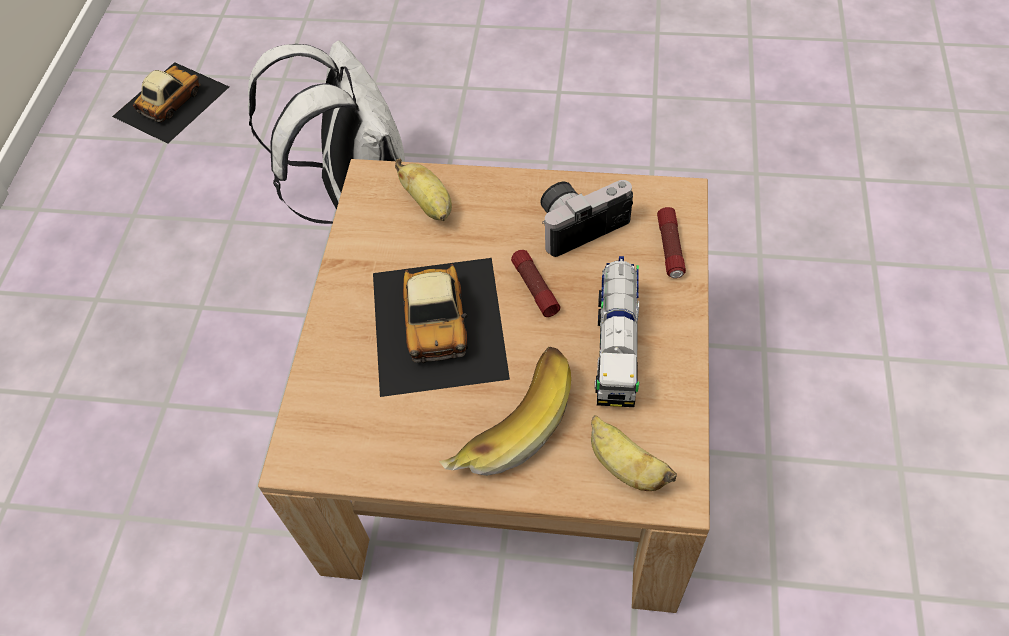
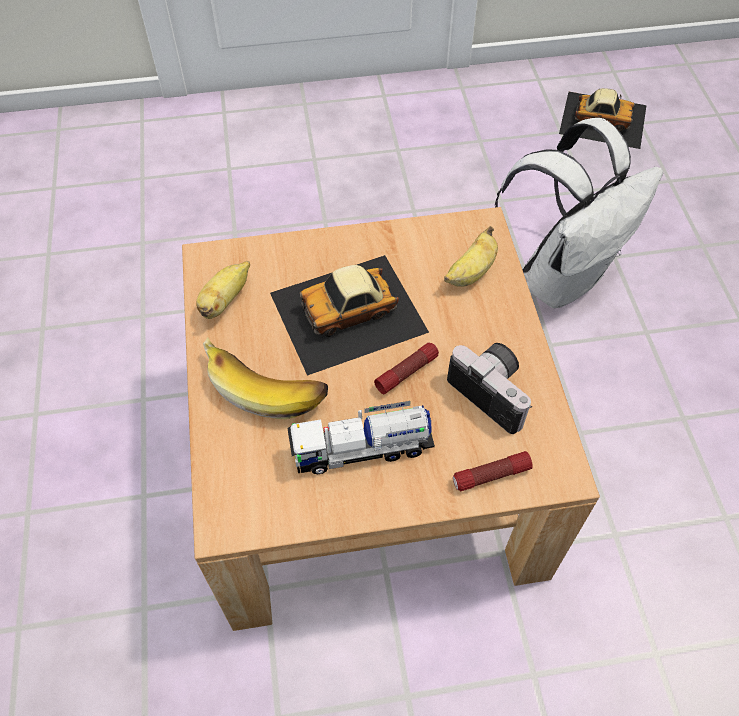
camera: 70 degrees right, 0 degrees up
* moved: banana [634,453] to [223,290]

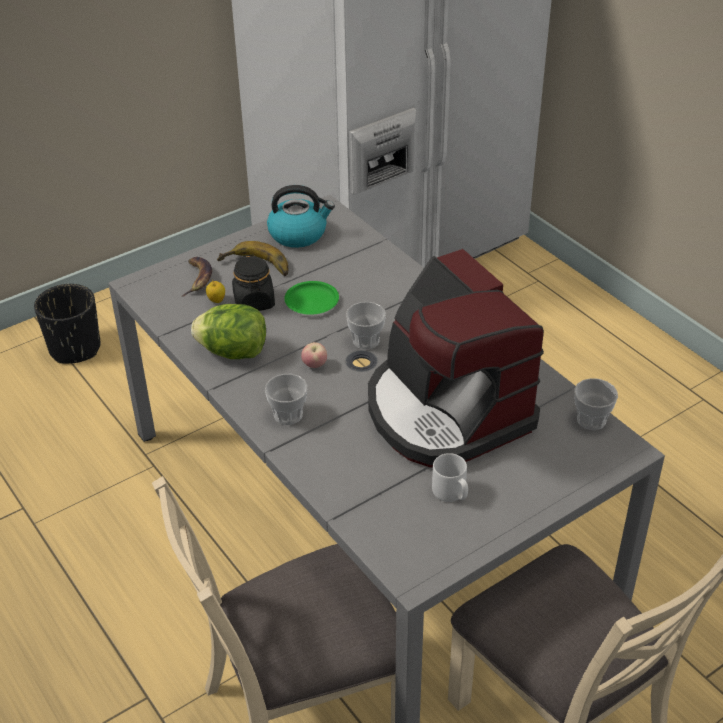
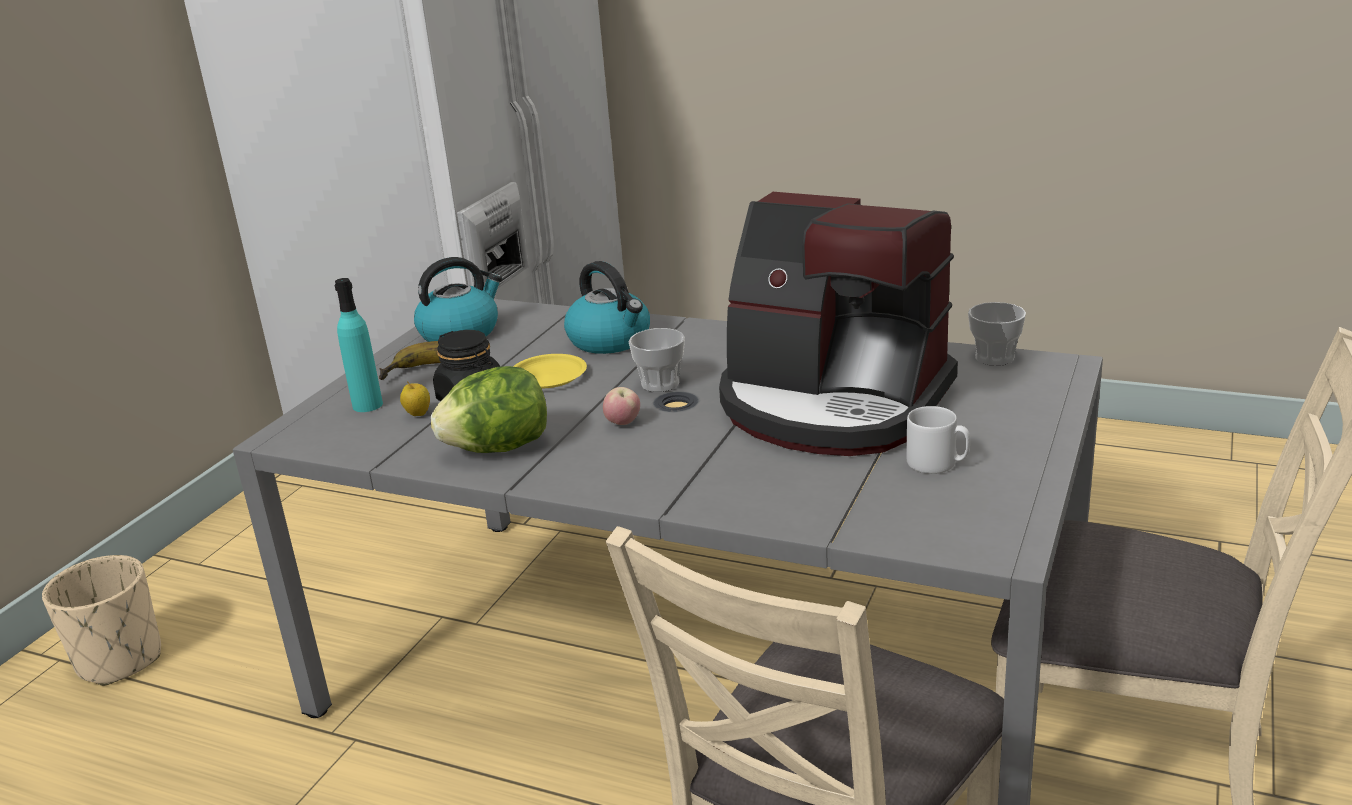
camera: 30 degrees left, 15 degrees down
* removed: drinking cup [286,399]
* added: water kettle [607,307]
* replaced: banana [197,277] to turquoise-coloured drink bottle [359,345]
* recoloured: black plant pot [67,324] to sand-coloured plant pot [101,620]
* recoloured: greenish flat dish [311,298] to yellowish flat dish [550,371]

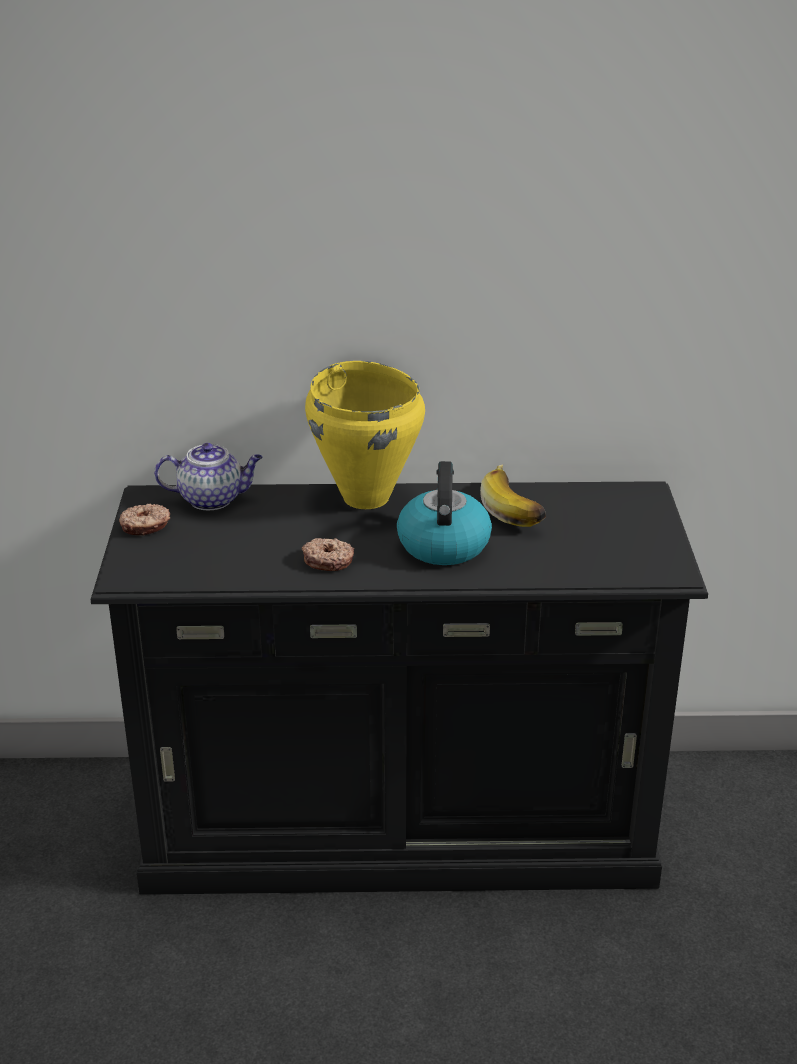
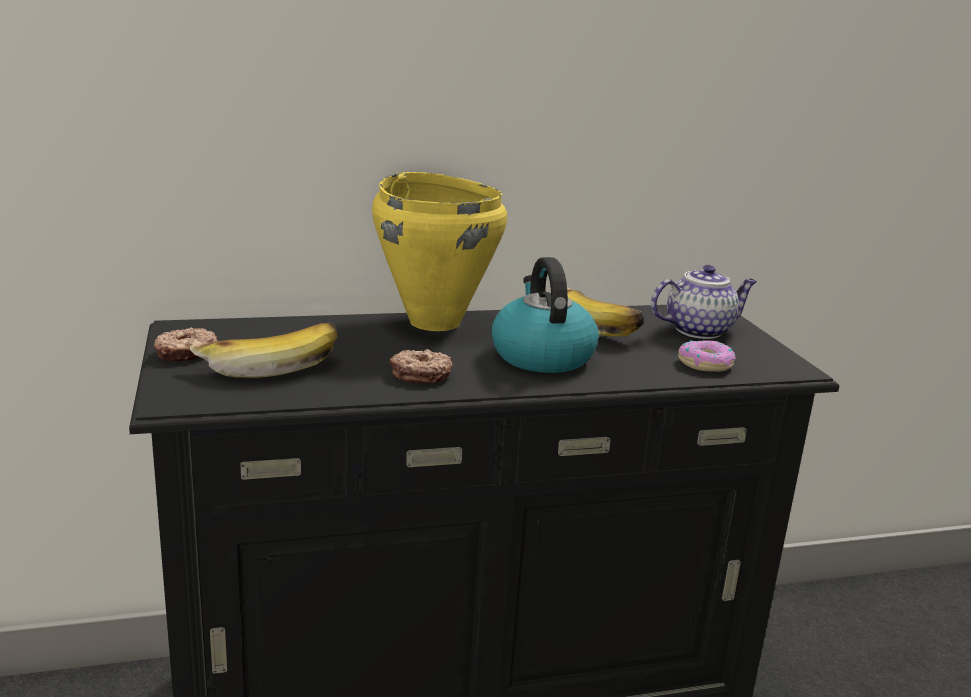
camera: 15 degrees left, 10 degrees down
* added: banana [264,350]
* added: ring doughnut [707,356]
* moved: teapot [208,476] to [704,302]

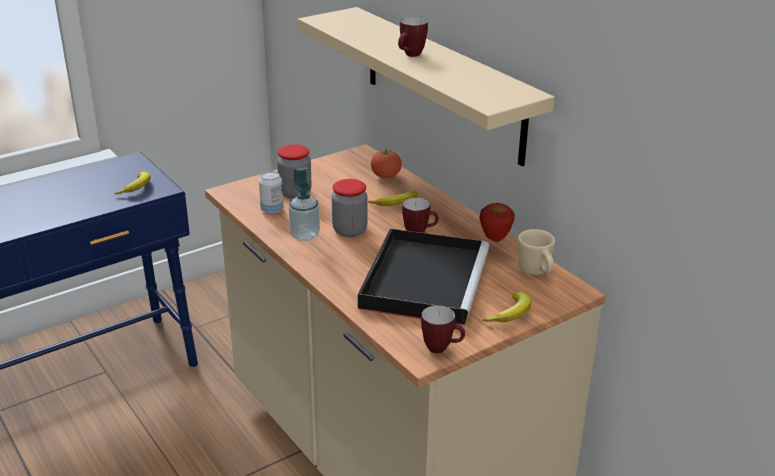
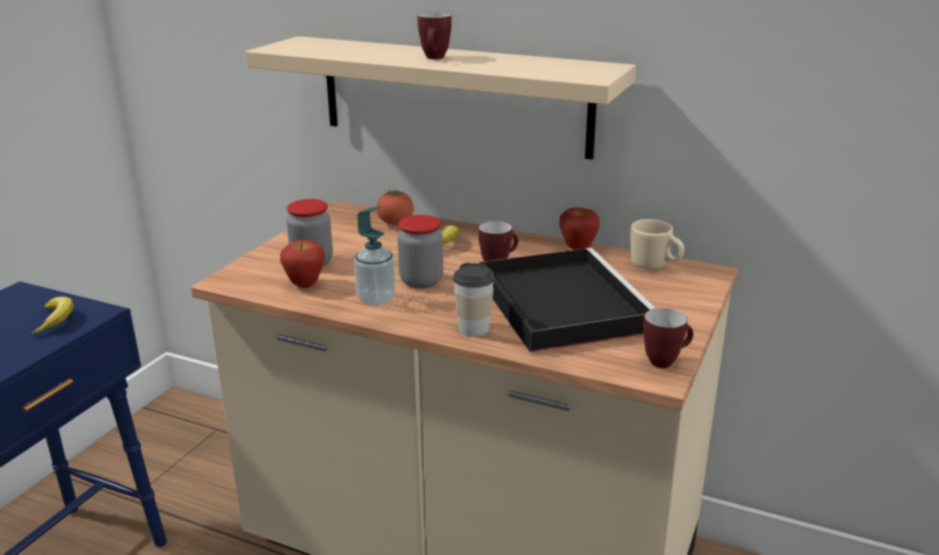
camera: 30 degrees left, 5 degrees down
* removed: banana [507,307]
* added: drinking cup [474,299]
* replaced: metal can [271,192] to apple fruit [302,264]

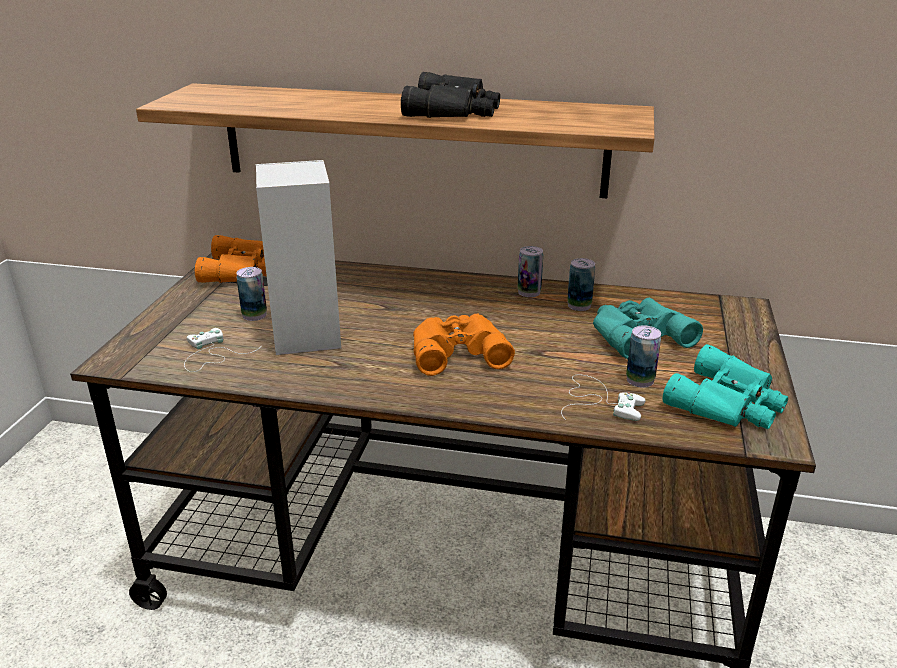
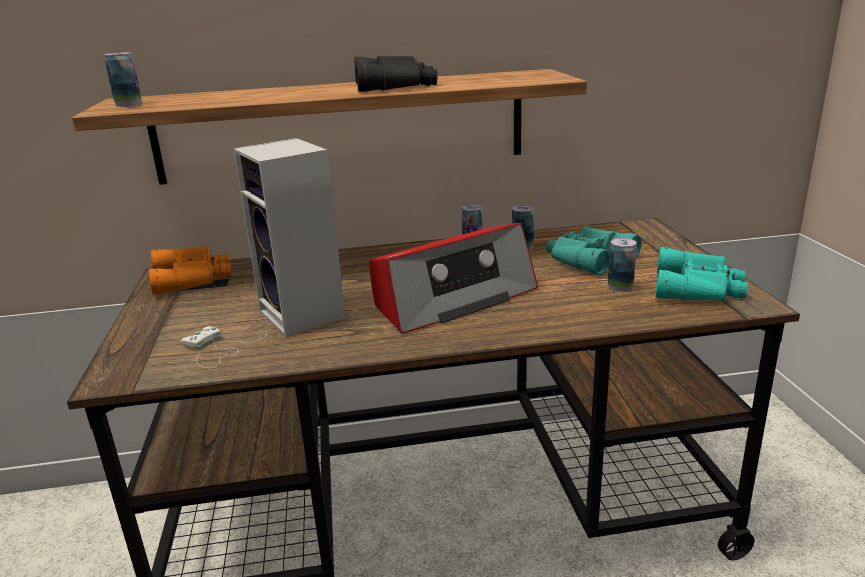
camera: 20 degrees left, 5 degrees down
* removed: white-coloured gamepad [603,398]
* moved: metal can [251,294] to [123,79]
* replaced: orangey field glasses [464,345] to radio set [453,278]

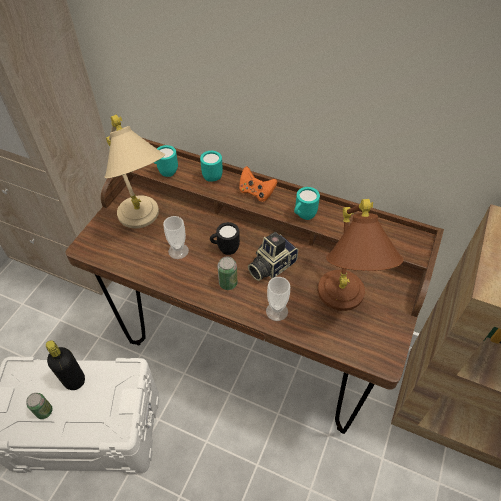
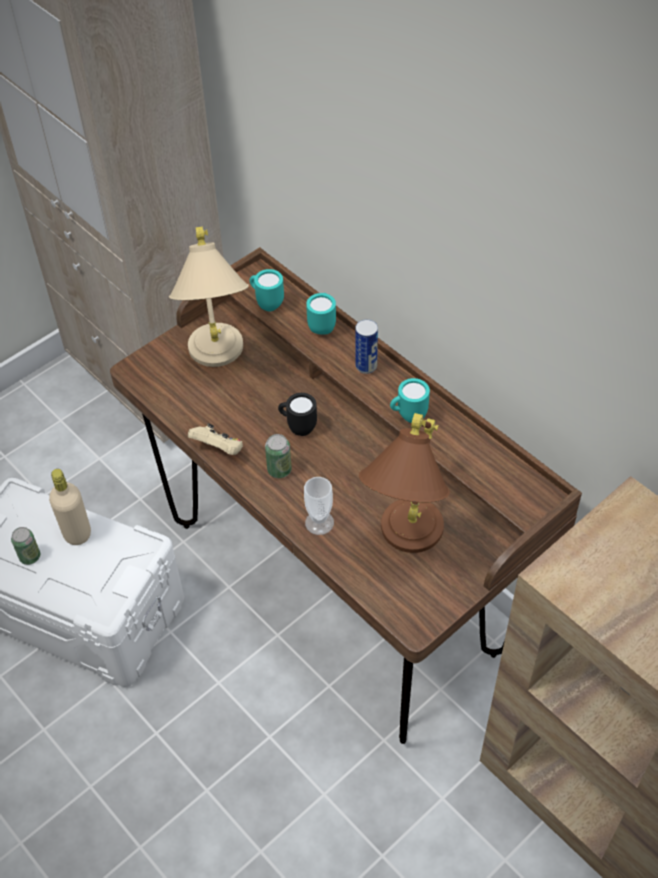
camera: 25 degrees right, 0 degrees up
* removed: drinking cup [176,237]
* removed: still camera [273,256]
* added: sand-coloured gamepad [215,439]
* replaced: orangey gamepad [258,184] to metal can [366,346]
* recoloured: black drink bottle [65,365] to sand-coloured drink bottle [70,507]

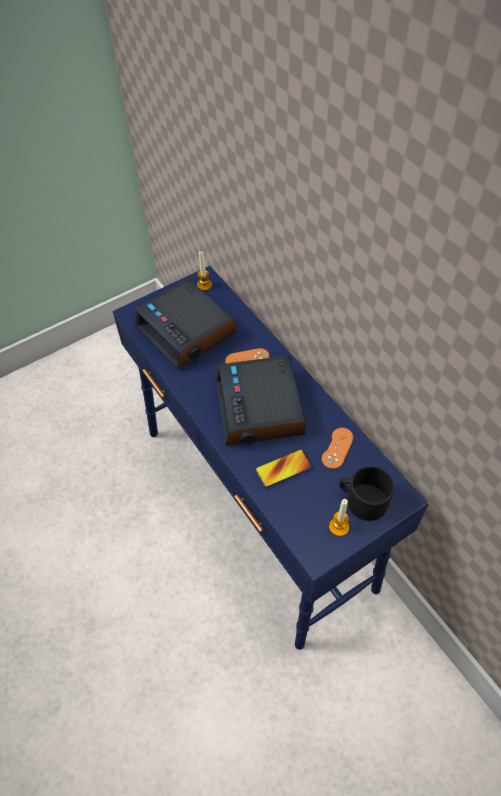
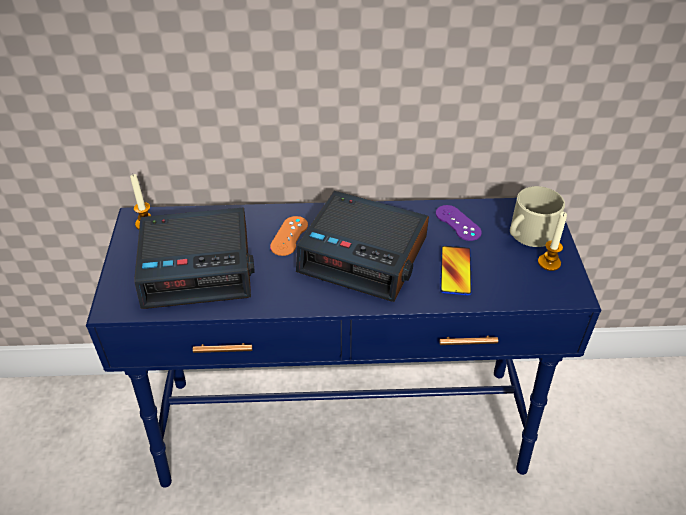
camera: 60 degrees left, 10 degrees down
* recoloured: orangey gamepad [338,448] to purplish gamepad [459,223]
* recoloured: black mug [366,493] to sand-coloured mug [537,216]

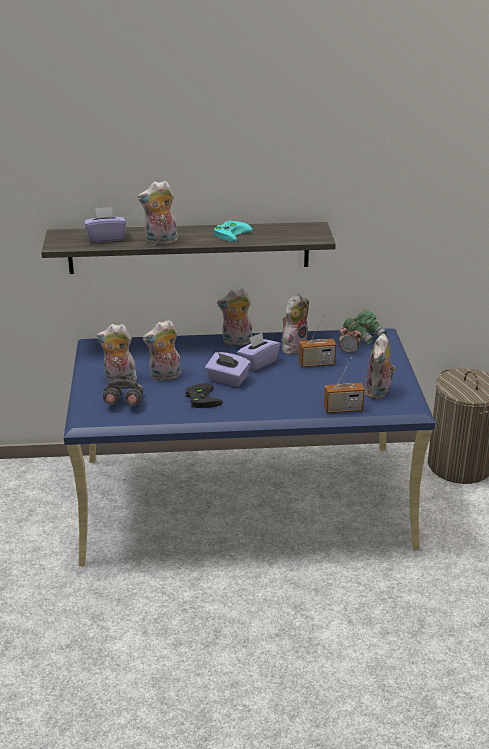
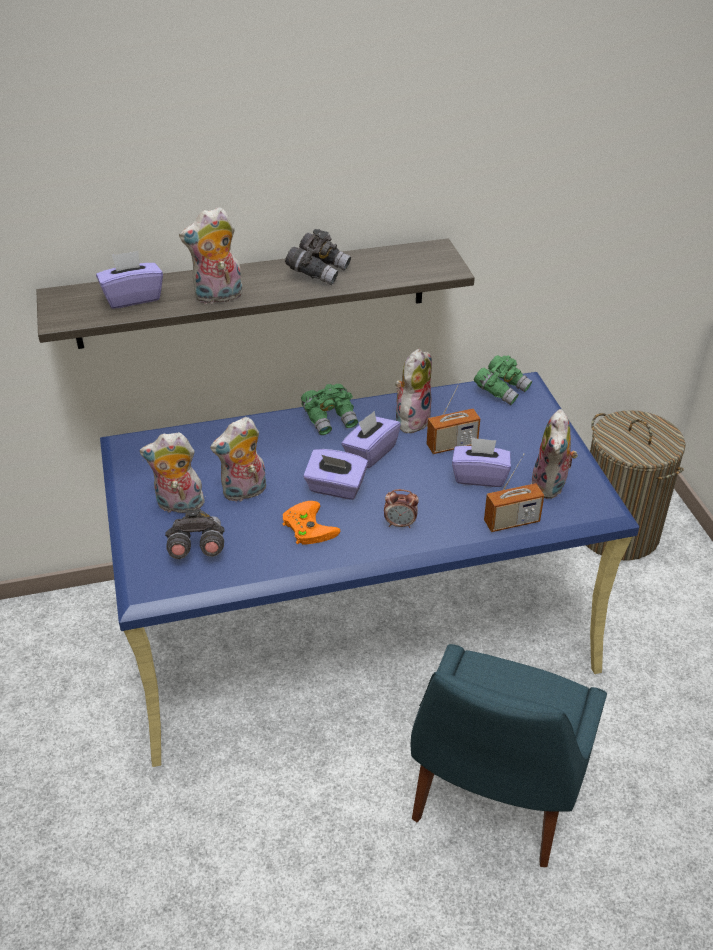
camera: 10 degrees left, 10 degrees up
* added: blue-coloured upright chair [509,755]
* added: purplish tissue holder [481,462]
* moved: bedside clock [349,340] to [401,508]
* replaced: turquoise-coloured gamepad [233,231] to grey field glasses [318,257]
* replaced: plush toy [235,316] to greenish field glasses [329,409]
* recoloured: black gamepad [204,395] to orangey gamepad [311,523]

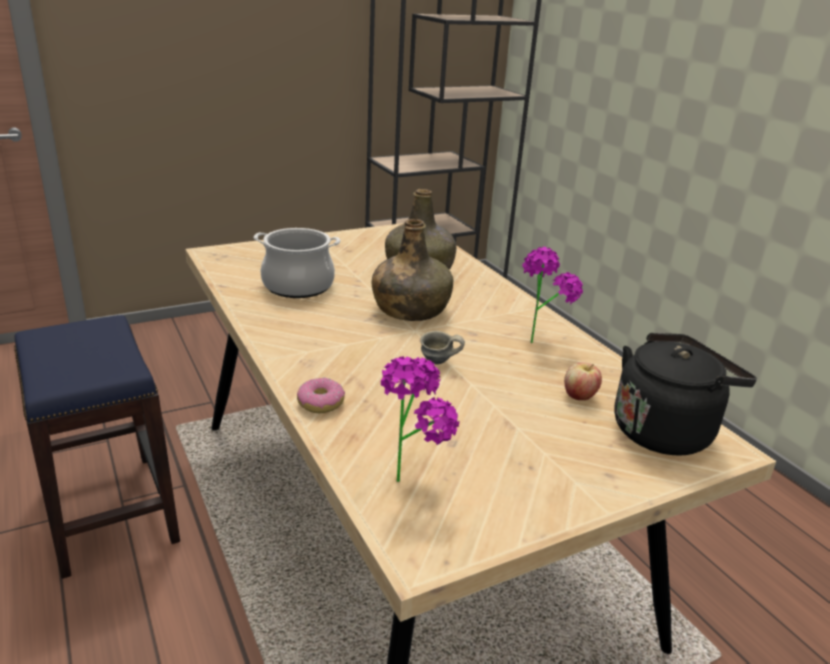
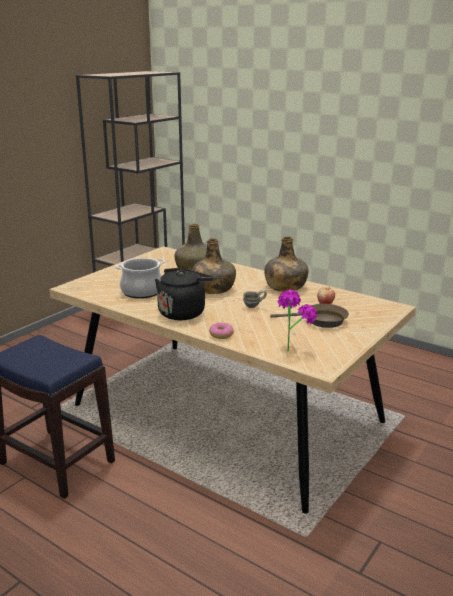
camera: 25 degrees left, 5 degrees down
* added: brown pan [309,316]
* moved: black water kettle [686,394] to [184,294]
* replaced: plant in a pot [552,295] to greenish drink bottle [286,264]

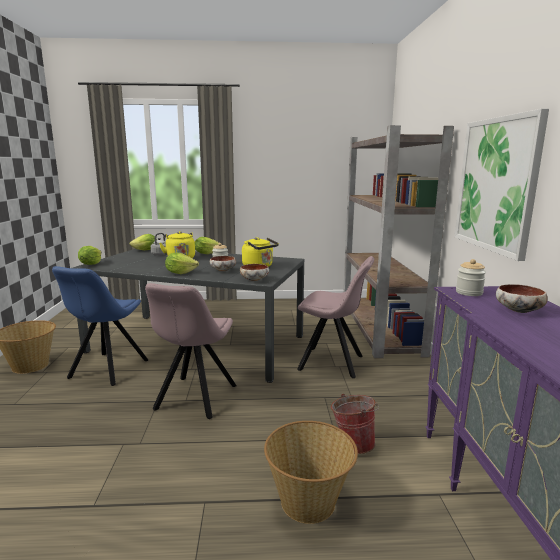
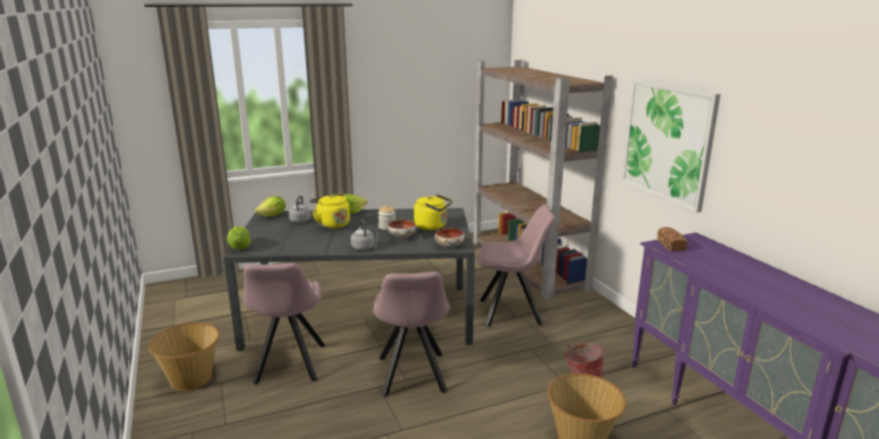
camera: 20 degrees left, 5 degrees up
* removed: serving bowl [522,298]
* replaced: head of lettuce [182,263] to grey water kettle [363,234]
* replaced: storage jar [471,277] to bread [672,239]
* recoloured: blue-coloured upright chair [100,326] to pink upright chair [284,323]

